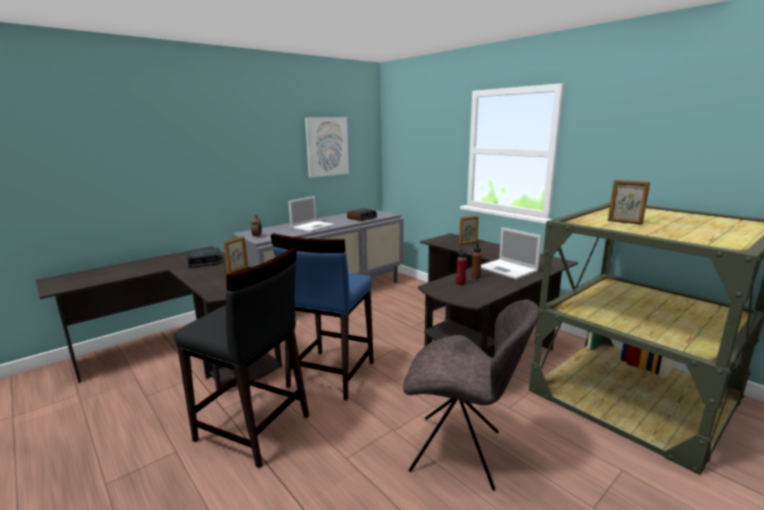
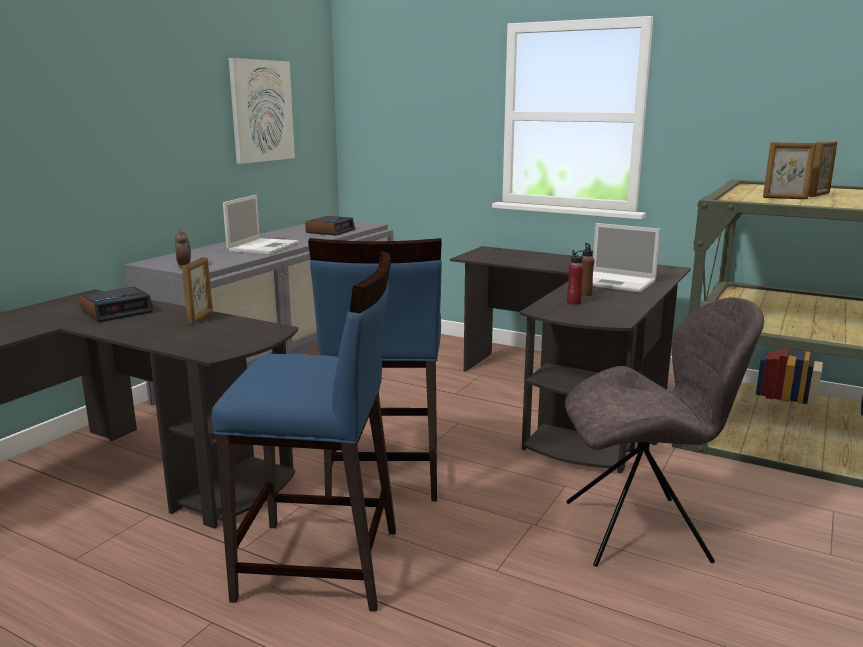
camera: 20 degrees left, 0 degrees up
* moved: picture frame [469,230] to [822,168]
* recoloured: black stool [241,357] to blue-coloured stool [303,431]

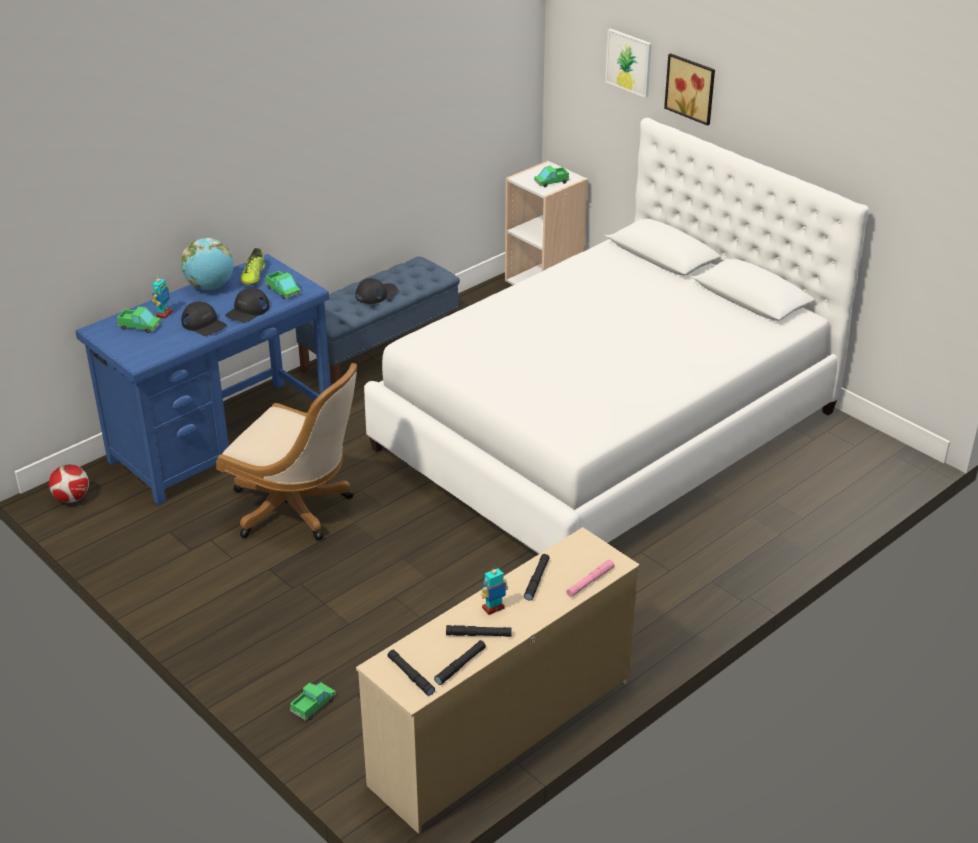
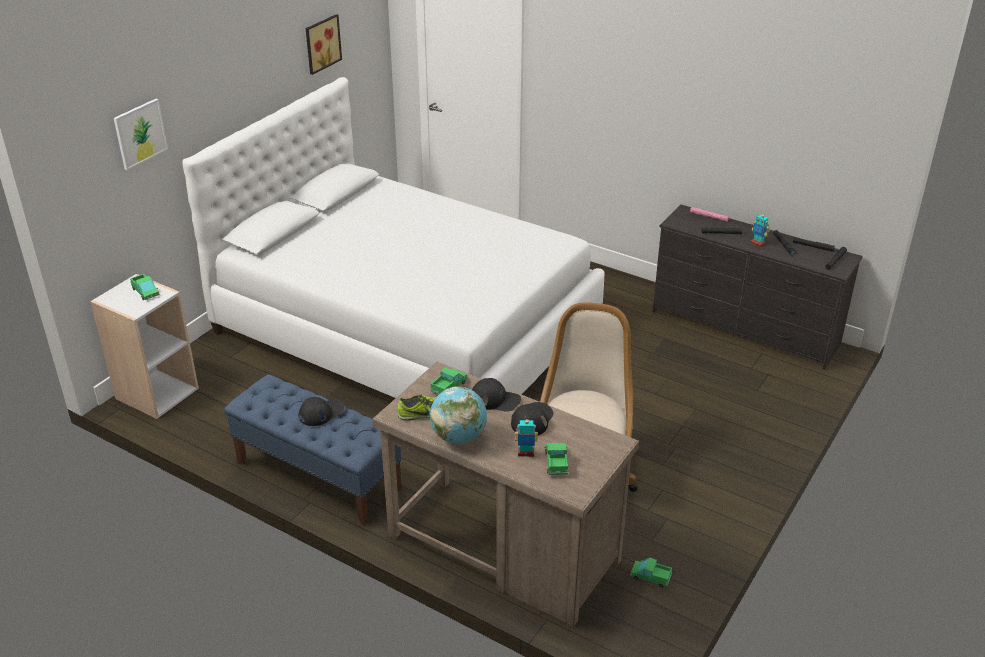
camera: 105 degrees left, 0 degrees up
* removed: football [69,483]
* moved: model truck [313,702] to [651,573]
* moved: picture [689,89] to [324,44]
* recoloured: blue-coloured desk unit [203,379] to brown desk unit [506,494]
* recoloured: sand-coloured chest of drawers [498,680] to black chest of drawers [758,287]
* turned: black cap [376,291] = [321,411] 105 degrees clockwise

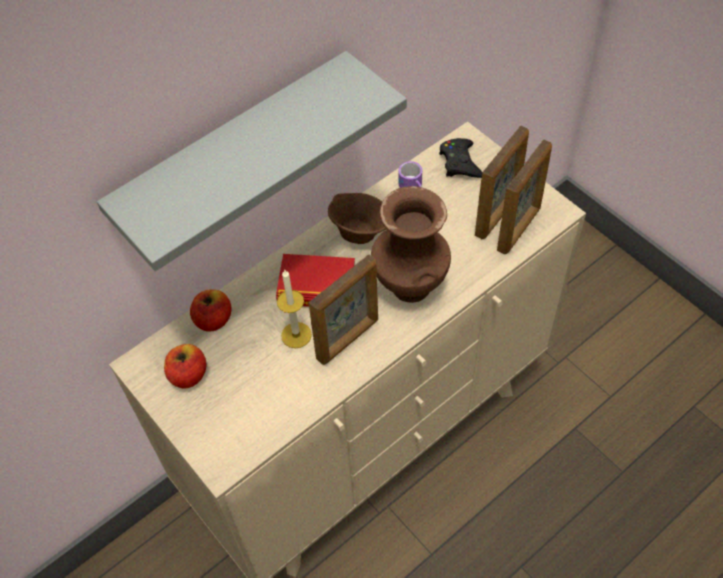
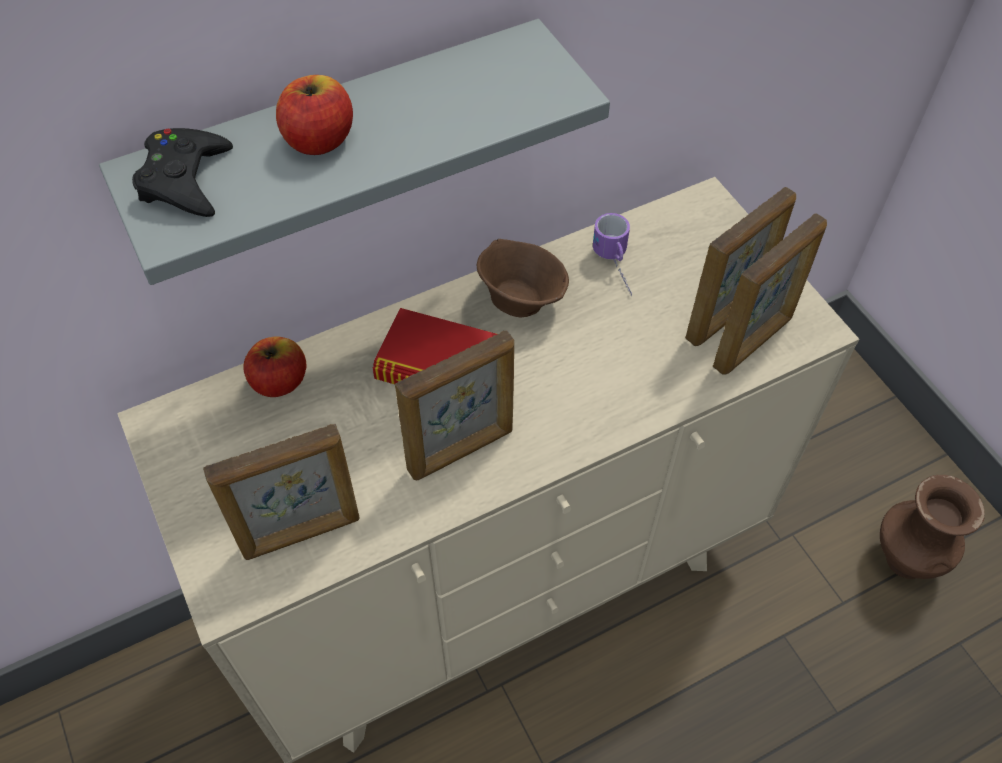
camera: 10 degrees right, 0 degrees up
* removed: wax light [294,309]
* added: picture frame [281,492]
* moved: apple fruit [185,366] to [314,115]
* moved: brown decorative vase [411,244] to [932,527]
* moved: black gamepad [460,158] to [182,172]

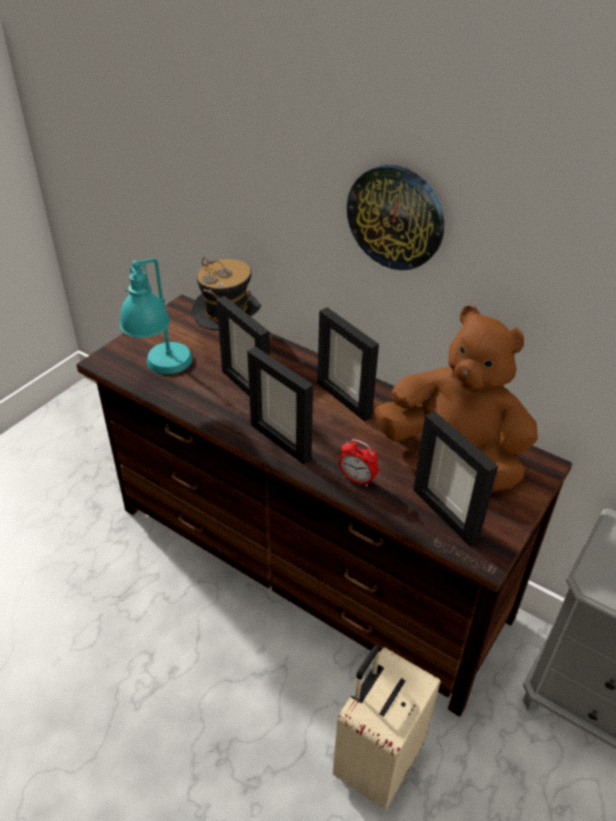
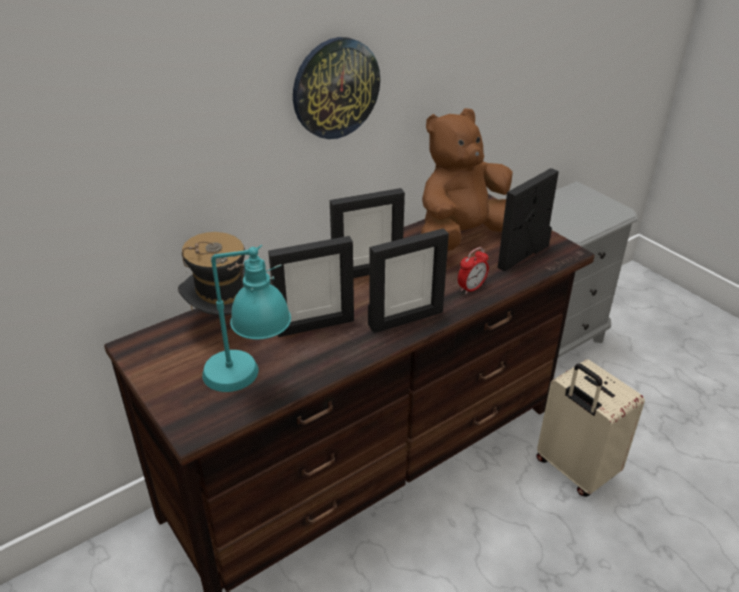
camera: 70 degrees left, 5 degrees down
* turned: picture frame [455,478] = [528,220] 150 degrees clockwise

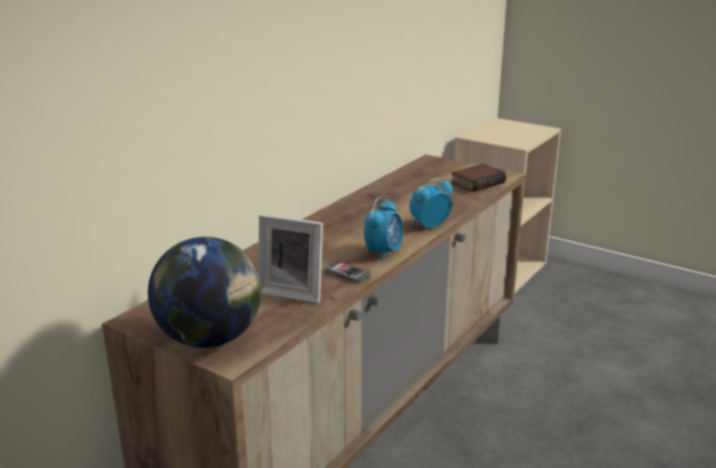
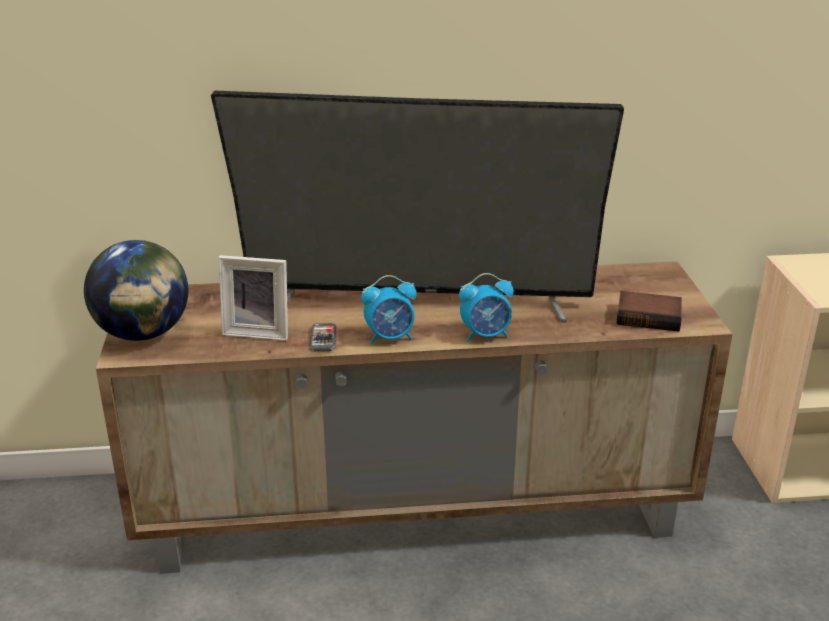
camera: 50 degrees right, 5 degrees up
* added: television [417,207]
* turned: picture frame [290,258] = [253,298] 60 degrees counterclockwise
* turned: bedside clock [431,203] = [486,307] 150 degrees clockwise

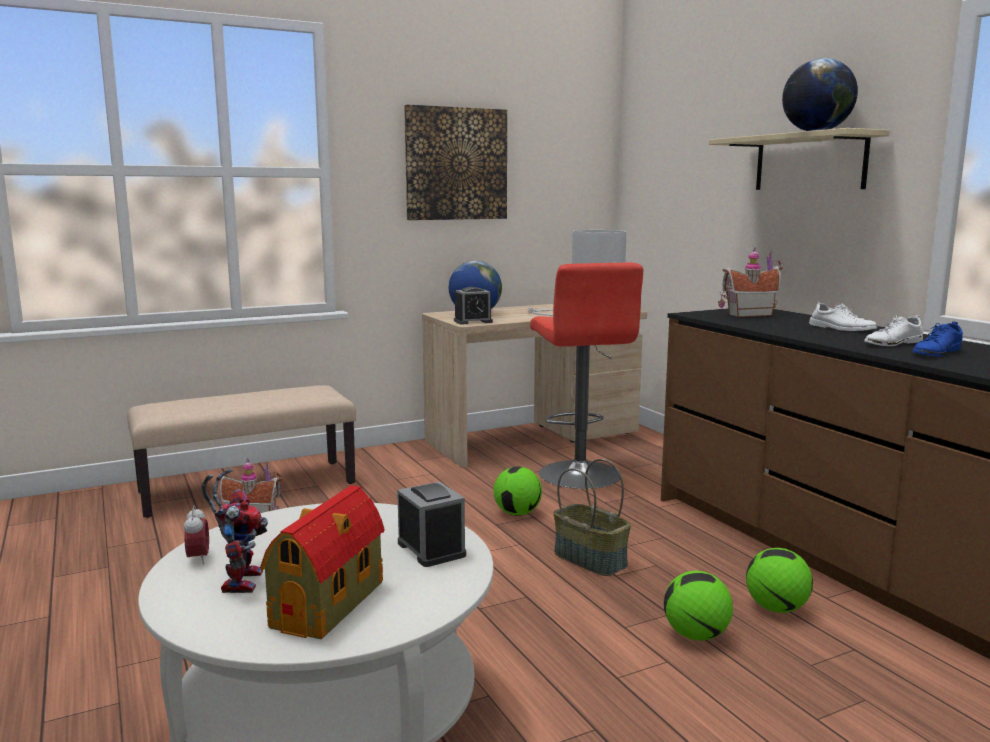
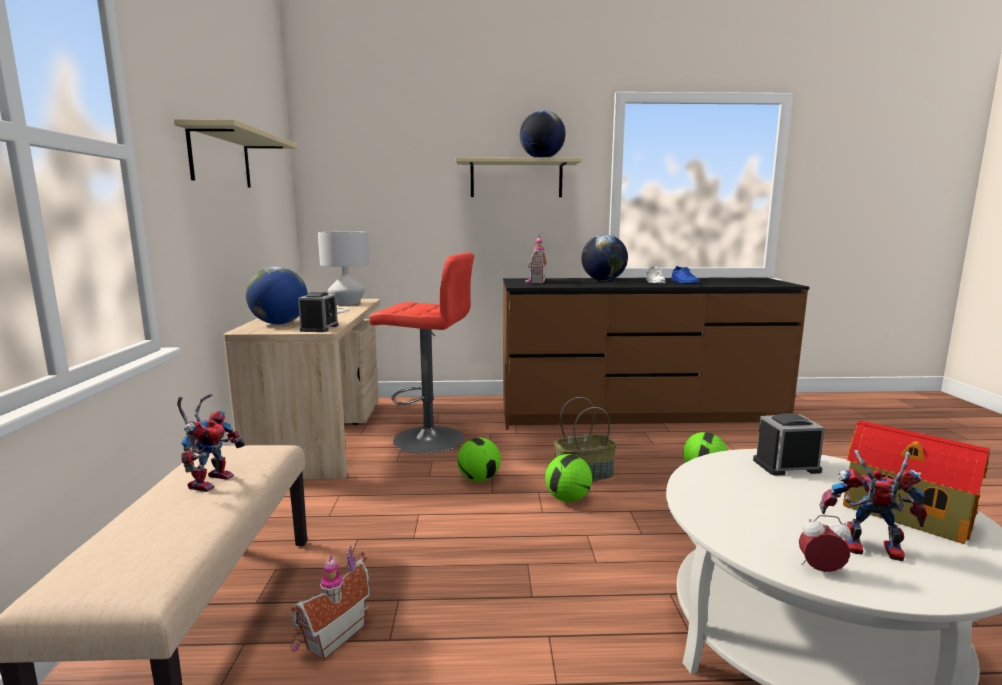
camera: 65 degrees left, 0 degrees up
* added: robot figure [211,443]
* moved: football [779,580] to [568,478]
* replaced: picture [455,162] to sand-coloured bracket shelf [235,153]
* replaced: white-coloured item of footwear [843,316] to desk globe [604,257]

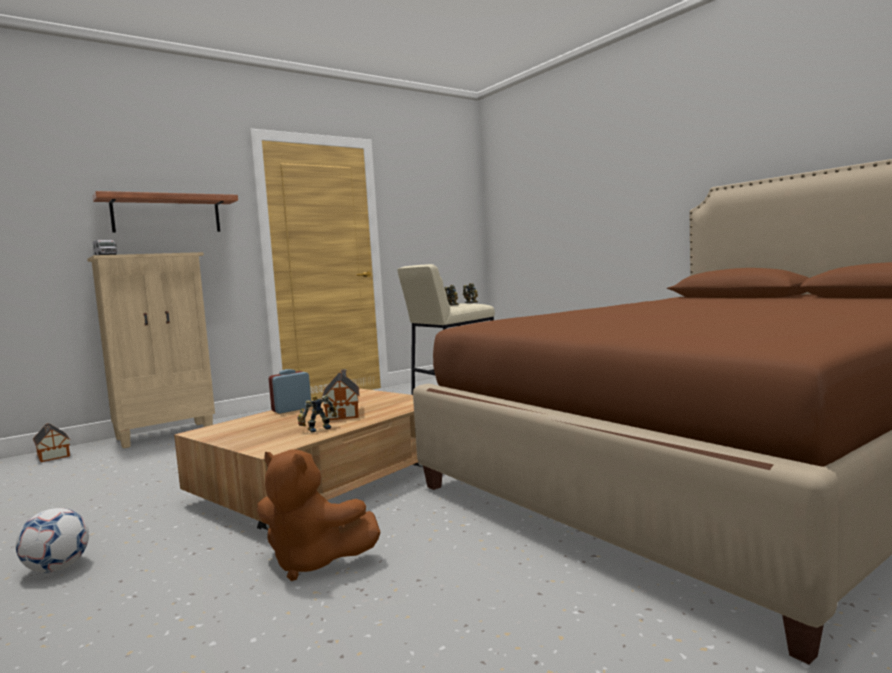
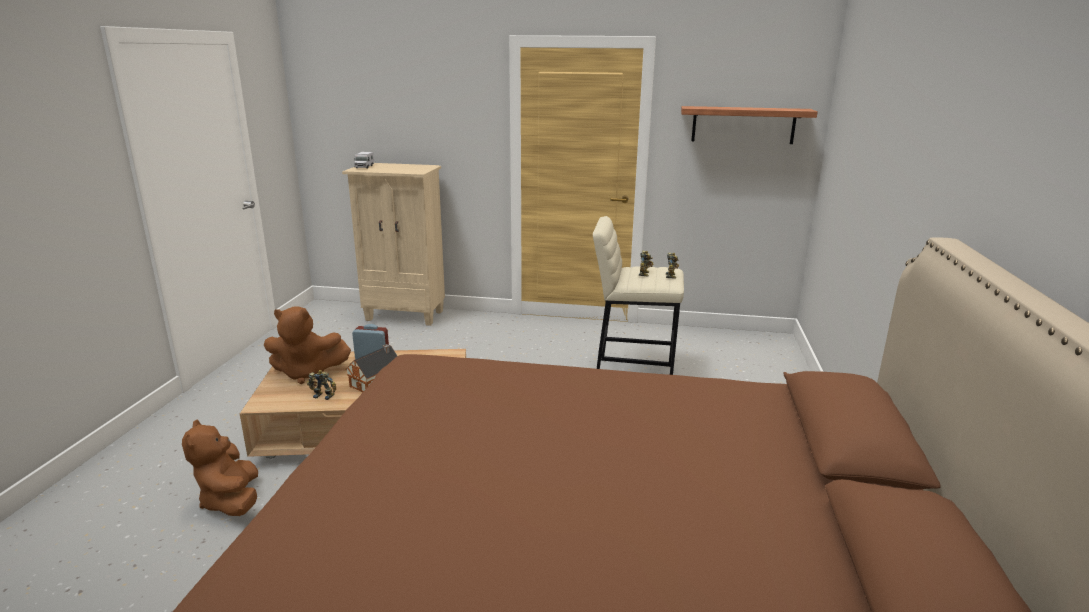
camera: 45 degrees right, 15 degrees up
* removed: football [52,540]
* removed: model house [51,442]
* added: brown plush toy [307,345]
* moved: bracket shelf [165,212] to [749,125]

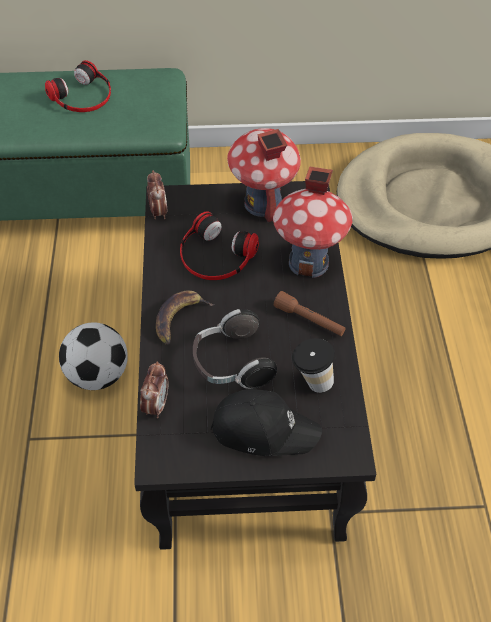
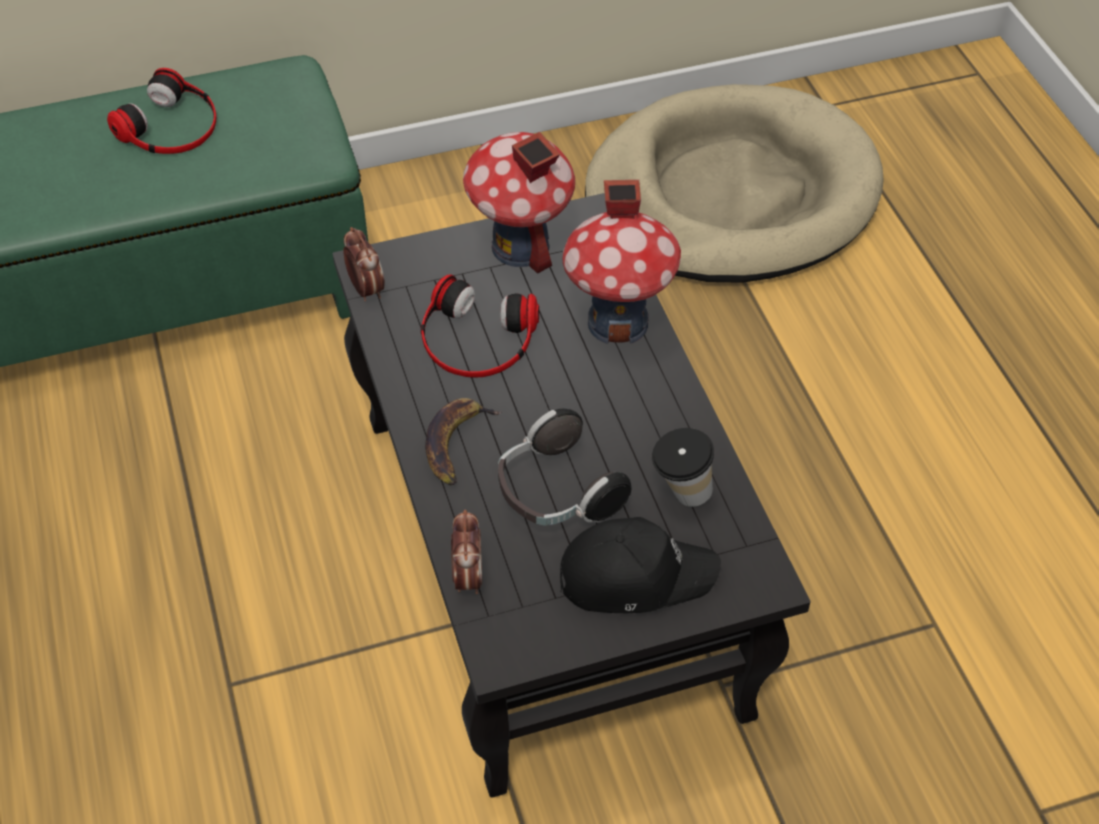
camera: 15 degrees left, 0 degrees up
* removed: football [93,356]
* removed: brown flashlight [310,313]

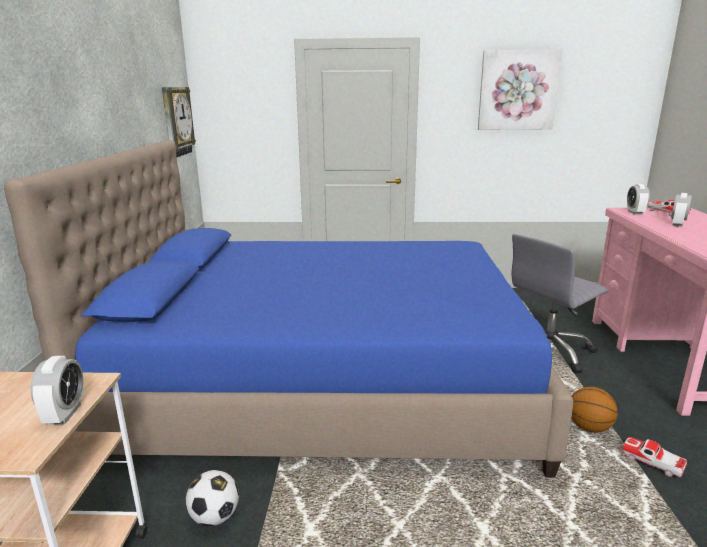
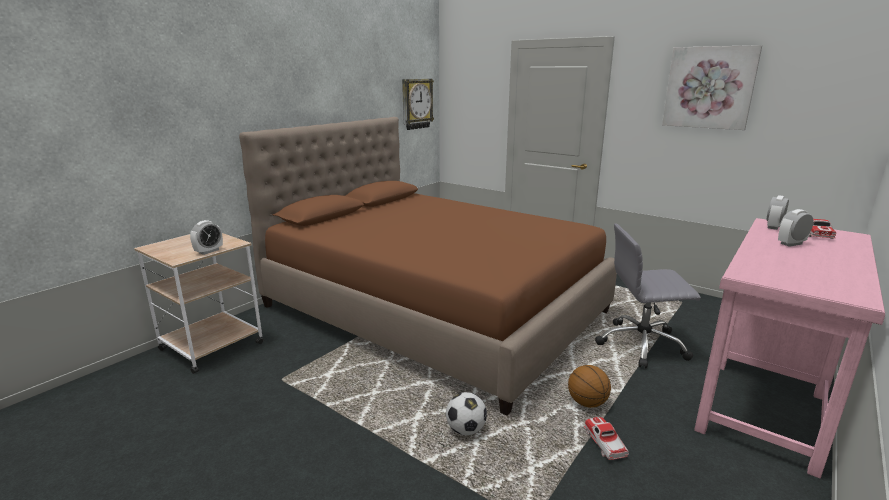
camera: 35 degrees right, 0 degrees up
* moved: football [212,498] to [466,413]
* recoloured: blue-coloured bedroom bed [288,309] to brown bedroom bed [428,266]

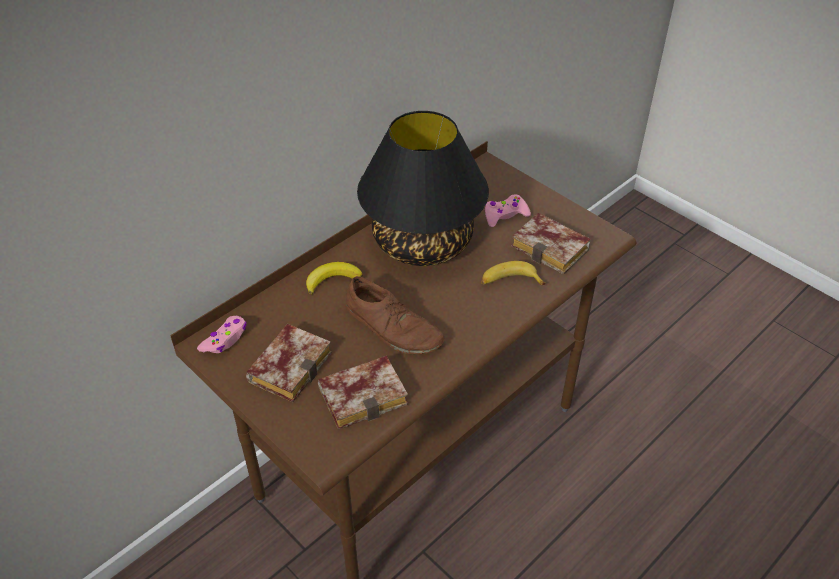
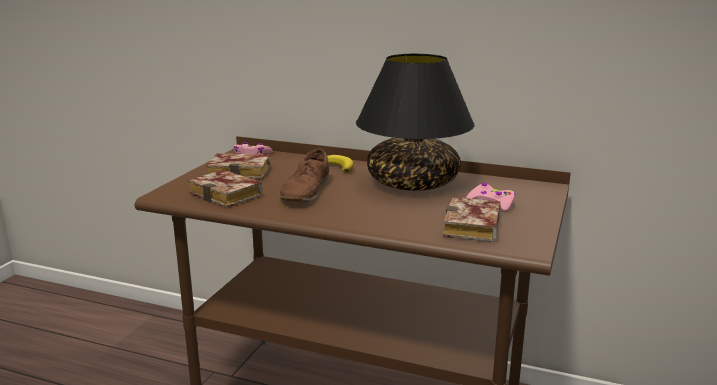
camera: 65 degrees right, 25 degrees down
* removed: banana [513,273]

